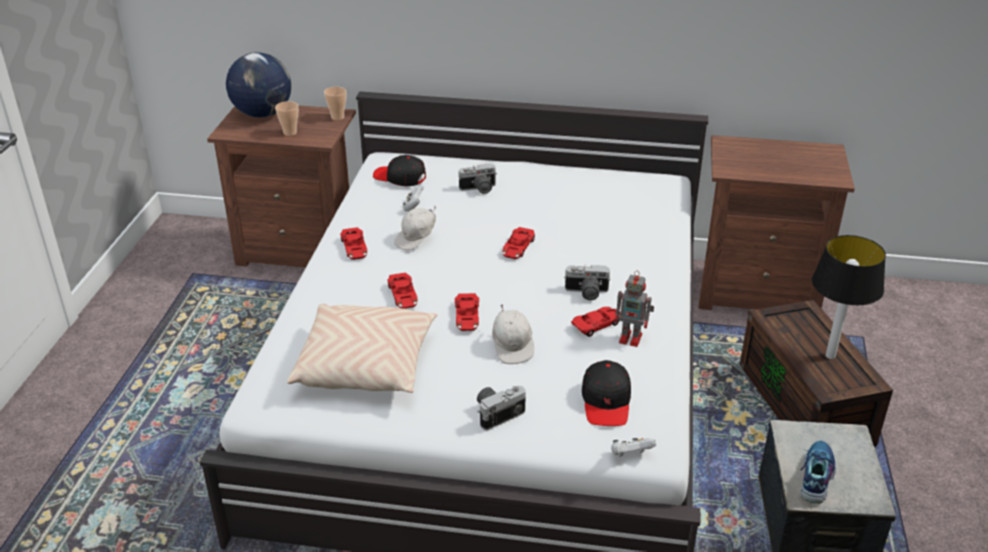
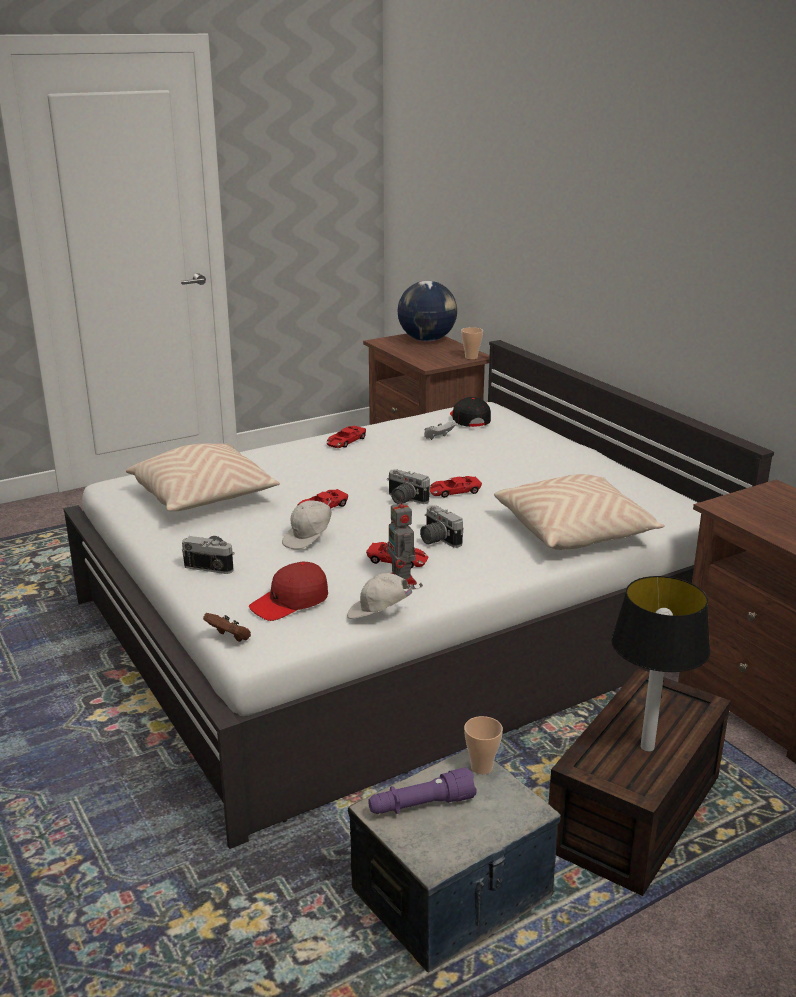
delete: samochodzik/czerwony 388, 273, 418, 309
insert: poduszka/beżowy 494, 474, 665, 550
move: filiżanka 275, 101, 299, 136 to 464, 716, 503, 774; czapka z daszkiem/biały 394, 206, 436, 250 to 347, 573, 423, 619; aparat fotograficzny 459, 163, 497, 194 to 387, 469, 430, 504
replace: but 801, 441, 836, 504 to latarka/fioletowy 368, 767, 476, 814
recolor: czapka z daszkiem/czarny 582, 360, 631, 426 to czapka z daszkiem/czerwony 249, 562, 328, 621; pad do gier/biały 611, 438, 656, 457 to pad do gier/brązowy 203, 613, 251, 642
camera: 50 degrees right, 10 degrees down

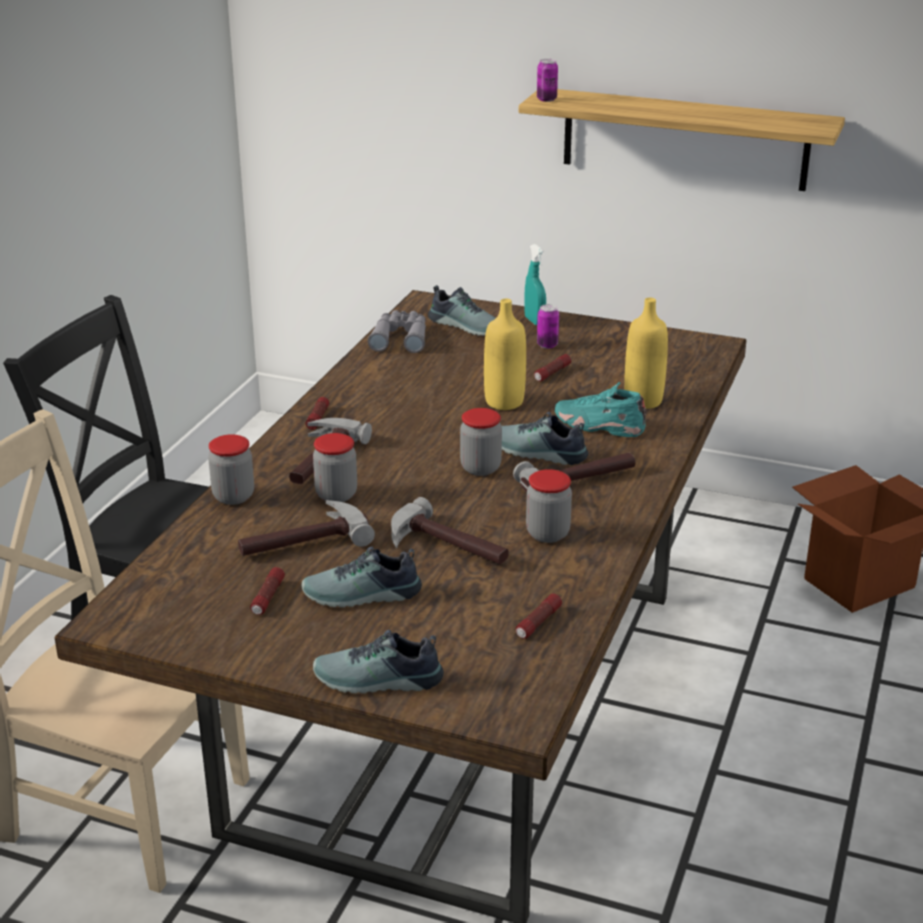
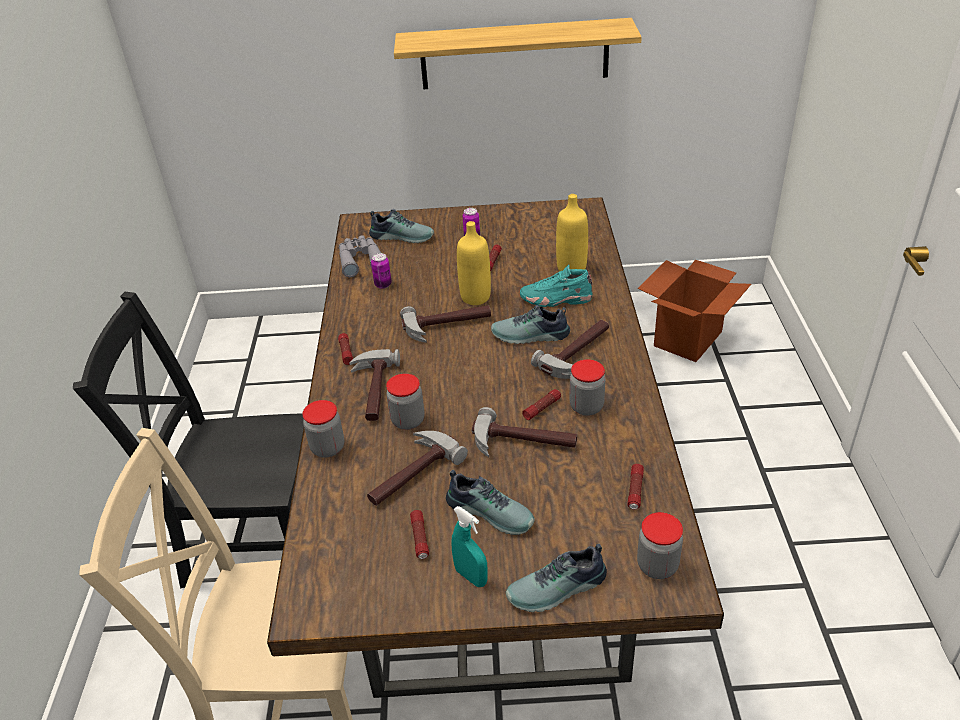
insert: młotek 400, 305, 491, 343; latarka 522, 389, 561, 420
move: słoik 460, 408, 502, 476 to 637, 512, 683, 579; spryskiwacz/turkusowy 524, 244, 546, 325 to 451, 506, 488, 587; puszka 537, 59, 558, 102 to 371, 253, 392, 289
rotate: but 302, 546, 422, 607 = 446, 470, 535, 535 120 degrees counterclockwise
camera: 20 degrees left, 10 degrees up

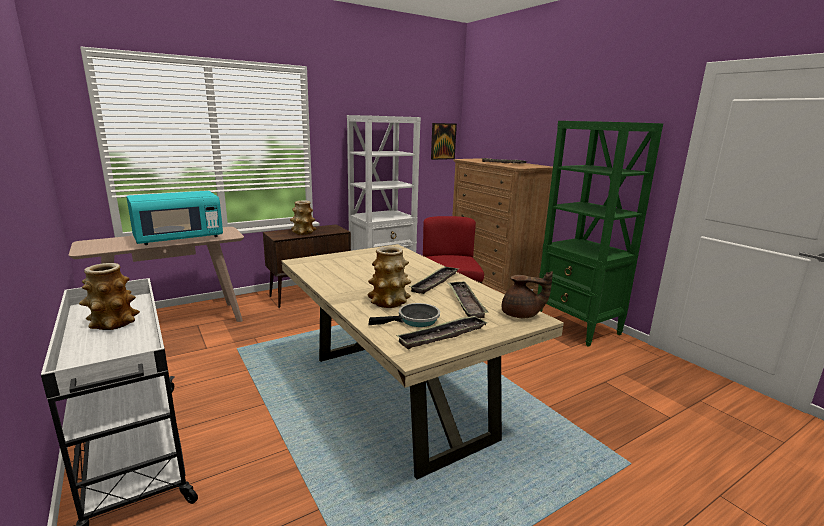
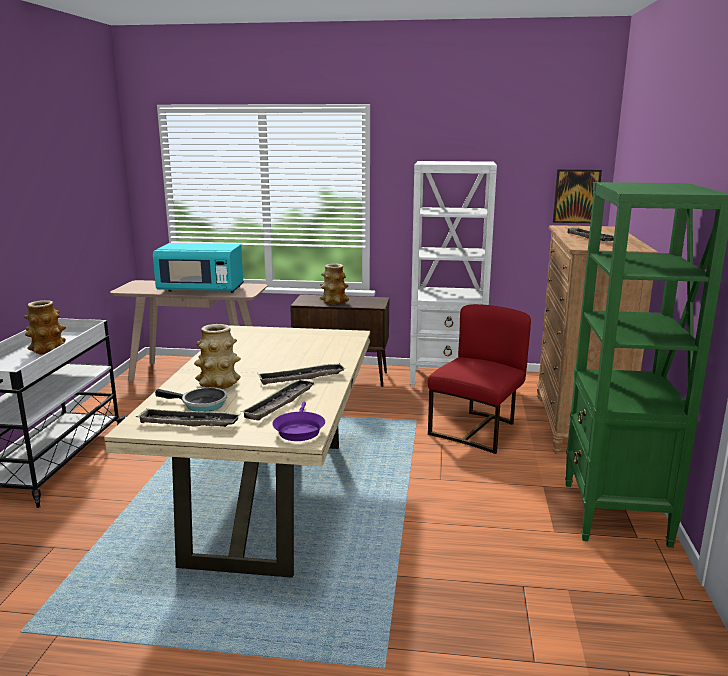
replace: imbryk/brązowy 502, 271, 553, 318 to patelnia/fioletowy 272, 402, 325, 441
camera: 40 degrees right, 0 degrees up

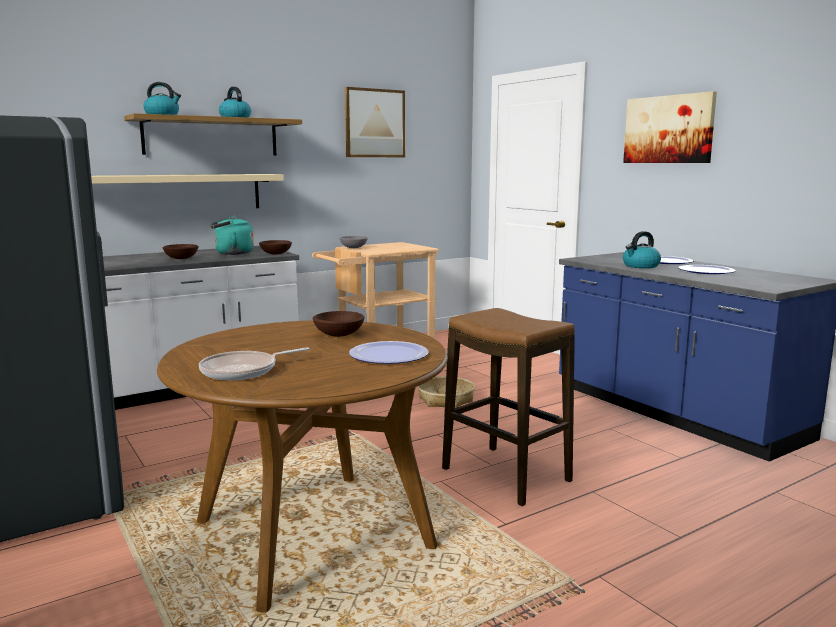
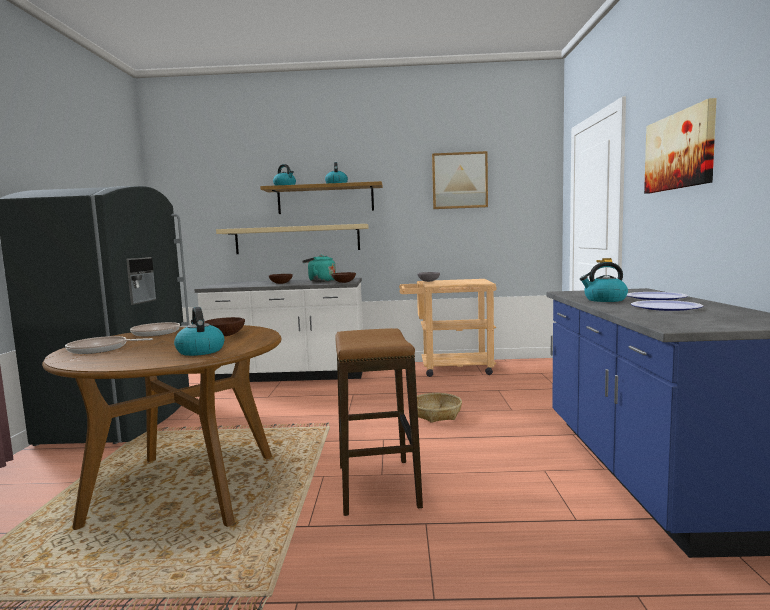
insert: patelnia 130, 322, 187, 336
replace: talerz 349, 341, 429, 364 to czajnik 174, 307, 224, 356
camera: 35 degrees right, 5 degrees down

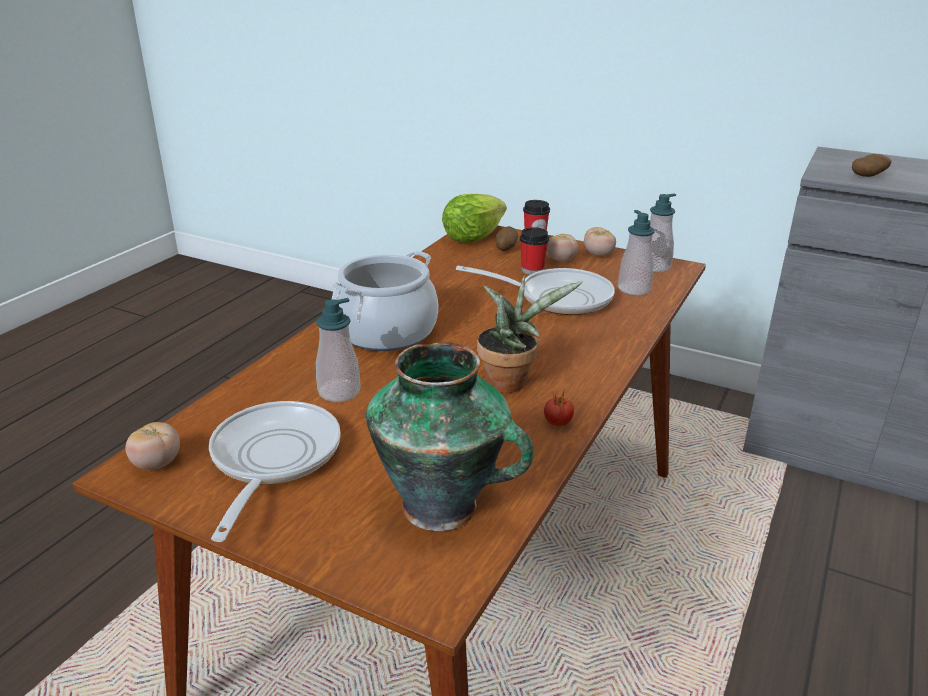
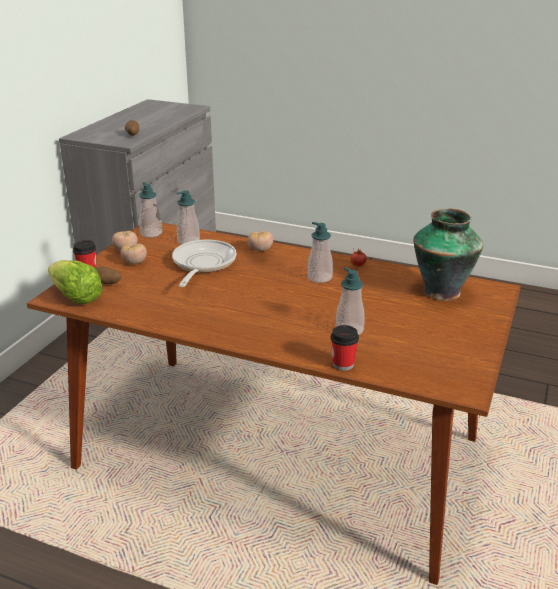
delete: patelnia 209, 401, 341, 542; garnek 332, 251, 438, 351
move: pomidor 125, 422, 180, 470 to 247, 231, 273, 251; filiżanka 520, 227, 549, 275 to 331, 325, 359, 371
replace: roślina doniczkowa 477, 275, 583, 393 to dozownik mydła 308, 222, 333, 283
camera: 95 degrees left, 0 degrees up

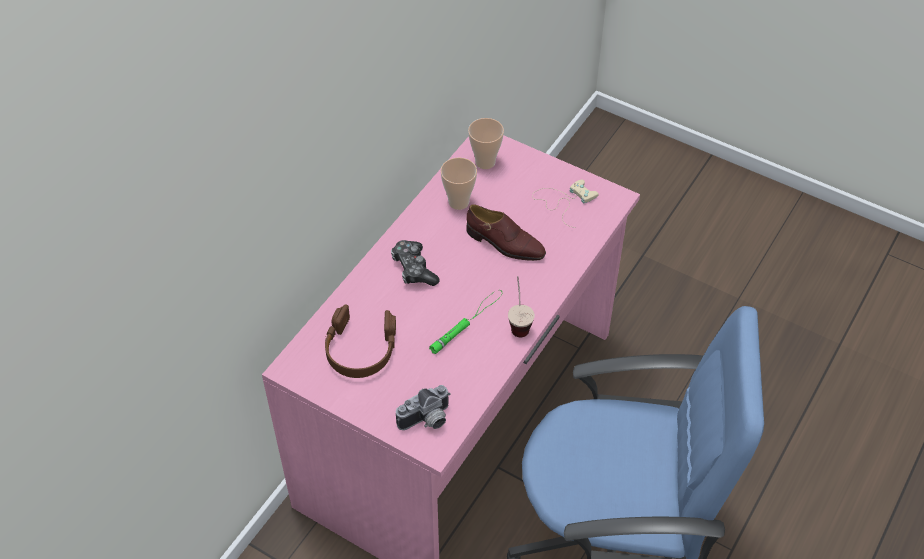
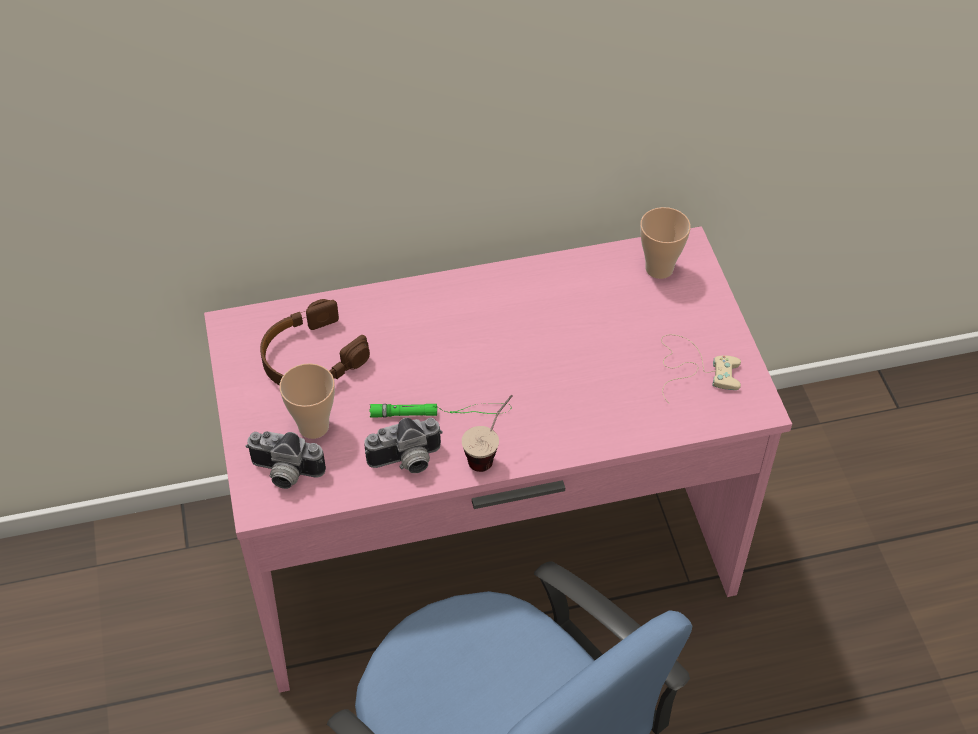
delete: pad do gier 391, 240, 440, 286; but/brązowy 466, 204, 546, 261
insert: aparat fotograficzny 364, 418, 443, 473
move: filiżanka 440, 157, 477, 210 to 279, 363, 335, 439
camera: 45 degrees right, 0 degrees up

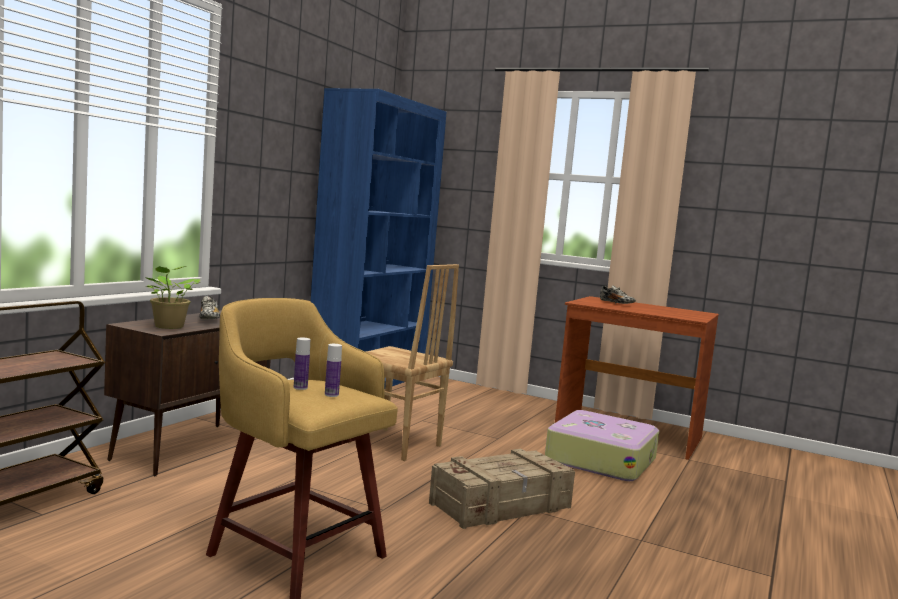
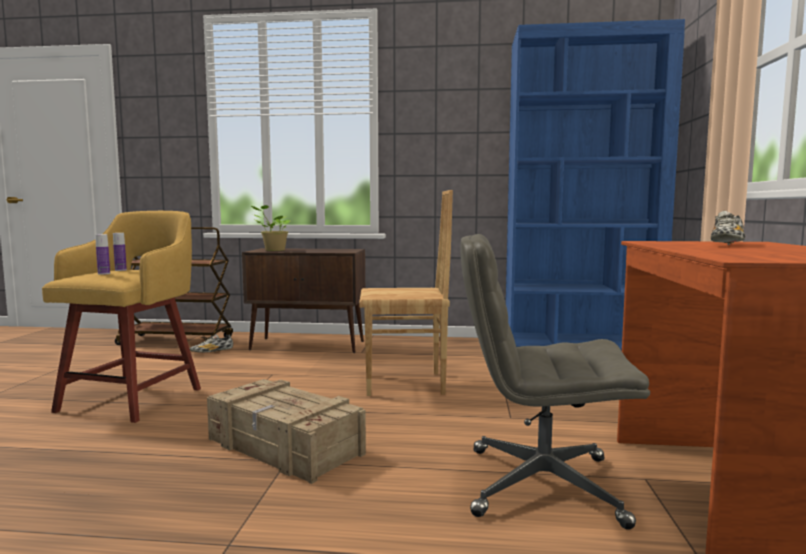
move: but 200, 296, 220, 319 to 190, 334, 233, 352
replace: walizka 545, 410, 659, 481 to krzesło biurowe/szary 461, 234, 650, 530
rotate: krzesło/brązowy 349, 264, 459, 461 = 359, 190, 453, 396 105 degrees counterclockwise
camera: 70 degrees right, 0 degrees up

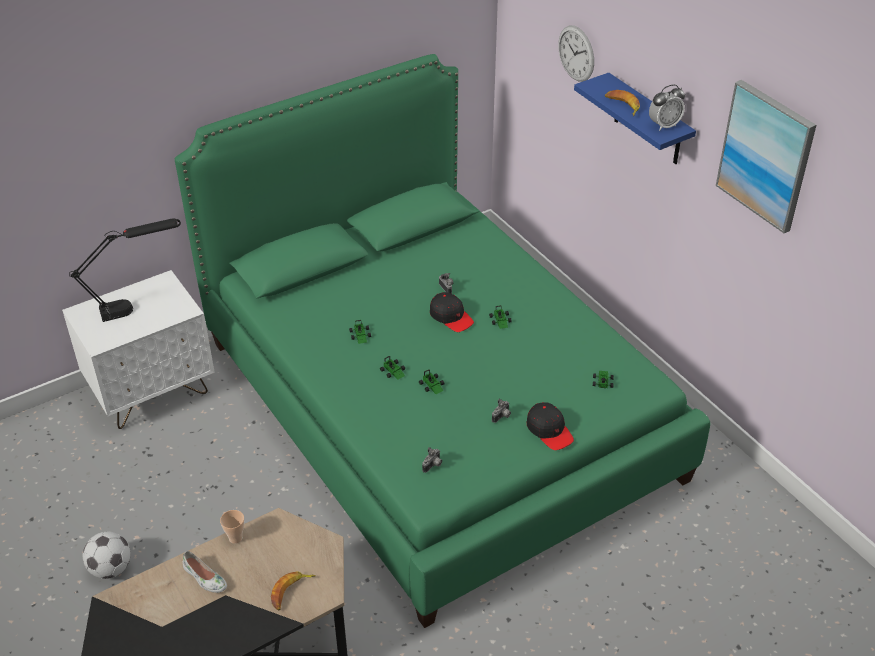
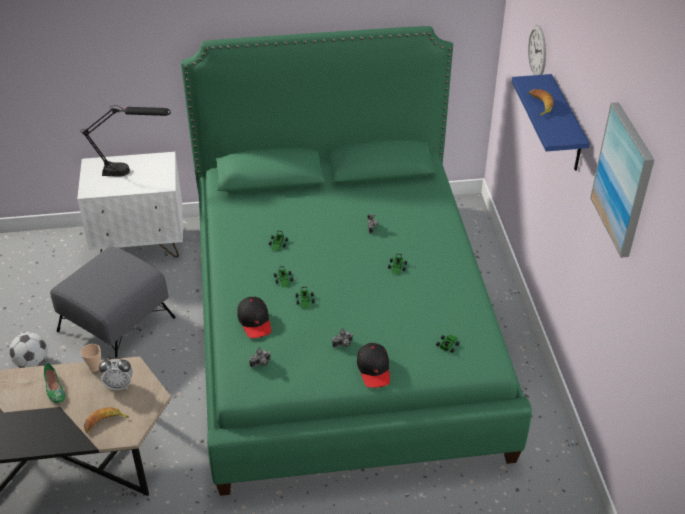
insert: pufa/szary 50, 246, 176, 359
move: czapka z daszkiem/czarny 430, 292, 474, 332 to 237, 297, 271, 338; budzik 649, 84, 685, 131 to 99, 357, 132, 390
recolor: but/biały 183, 551, 227, 593 to but/zielony 44, 363, 65, 403
camera: 25 degrees right, 0 degrees up

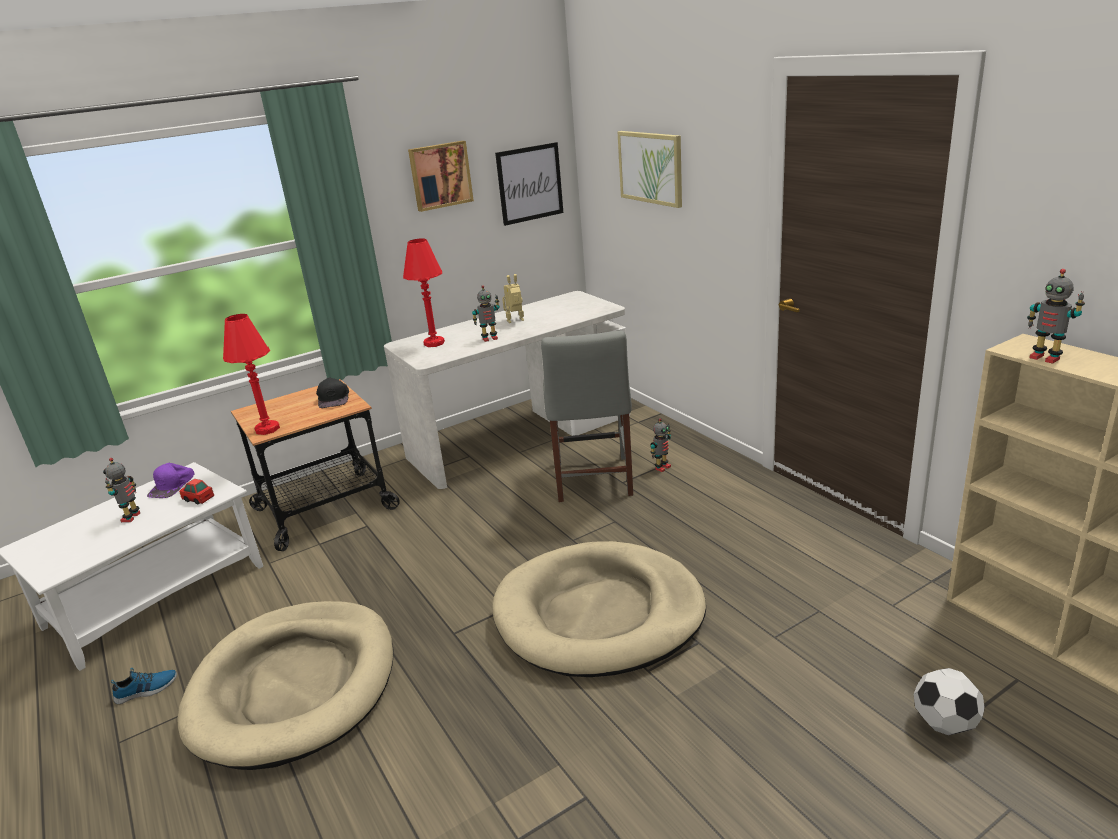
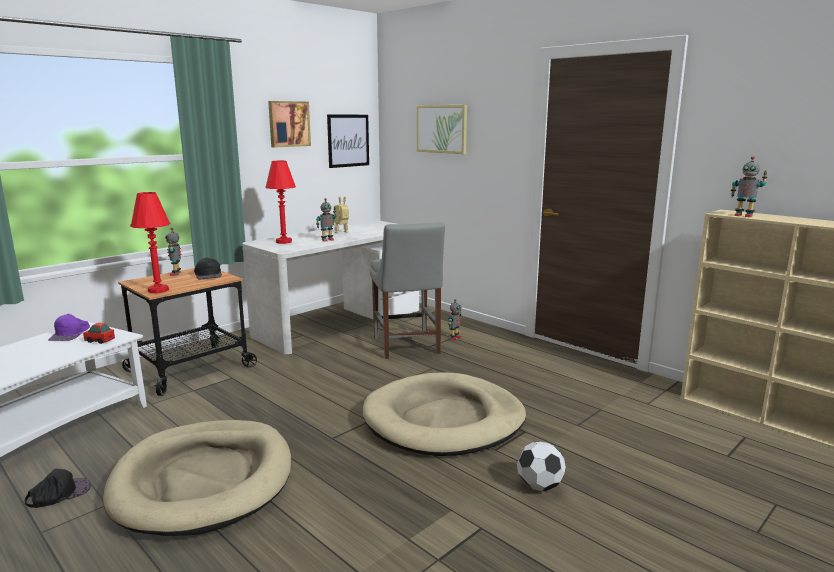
move: robot zabawkowy 103, 458, 140, 522 to 165, 228, 181, 276; piłka futbolowa 914, 668, 985, 735 to 517, 442, 566, 491
replace: but 111, 668, 177, 704 to czapka z daszkiem/czarny 25, 469, 91, 508
camera: 15 degrees left, 10 degrees down

